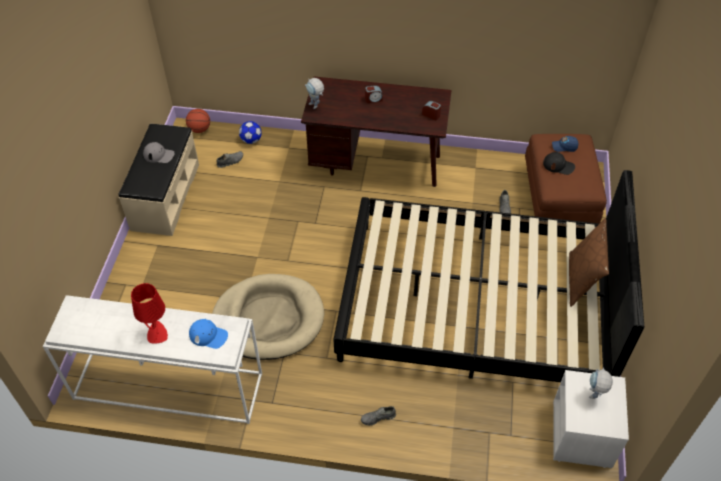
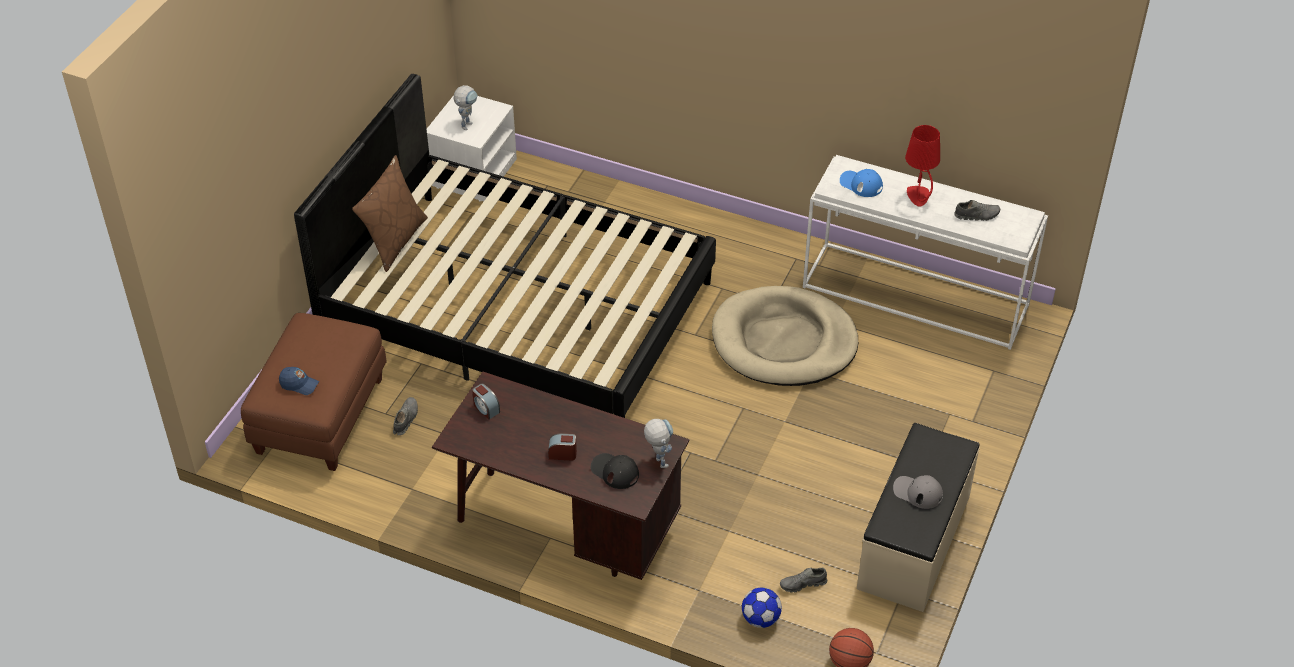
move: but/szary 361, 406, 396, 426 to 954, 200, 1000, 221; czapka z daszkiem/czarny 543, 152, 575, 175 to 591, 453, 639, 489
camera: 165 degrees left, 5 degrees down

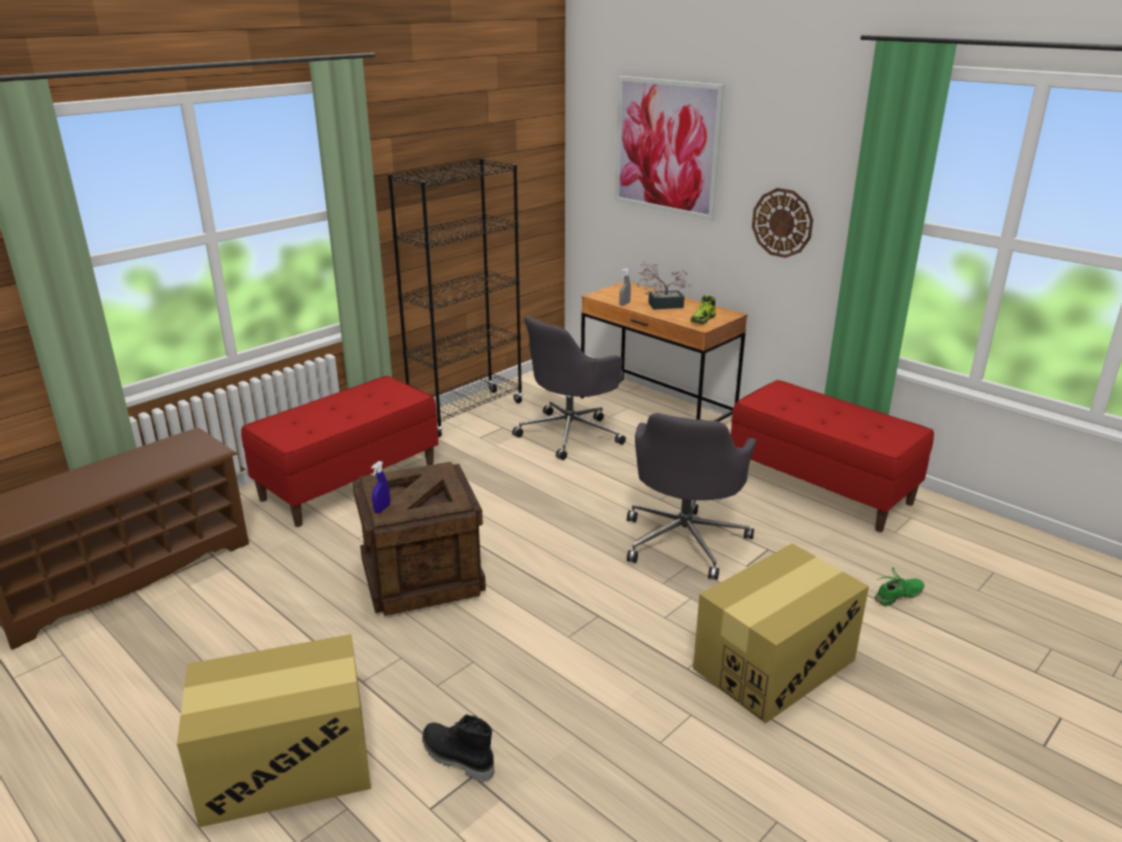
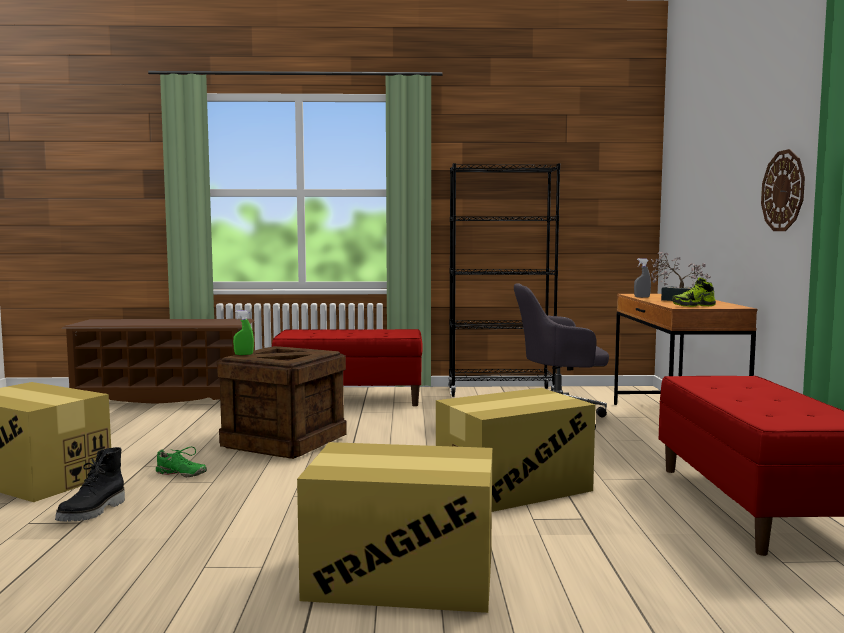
delete: obraz 615, 76, 724, 220
move: but/zielony 875, 567, 925, 606 to 156, 446, 207, 477
replace: krzesło biurowe/szary 627, 413, 757, 580 to karton 436, 388, 596, 512
recolor: spryskiwacz/niebieski 371, 461, 390, 514 to spryskiwacz/zielony 233, 310, 254, 355
rotate: but z cholewką/czarny 422, 714, 494, 782 = 55, 447, 125, 522 150 degrees counterclockwise
camera: 45 degrees right, 20 degrees down

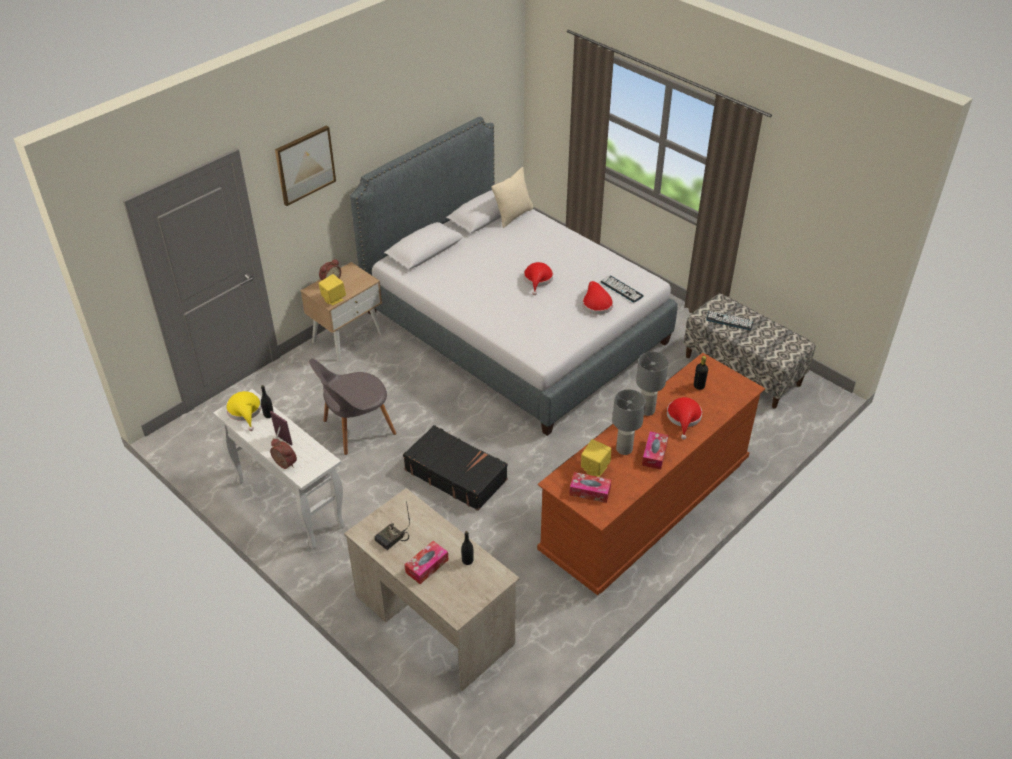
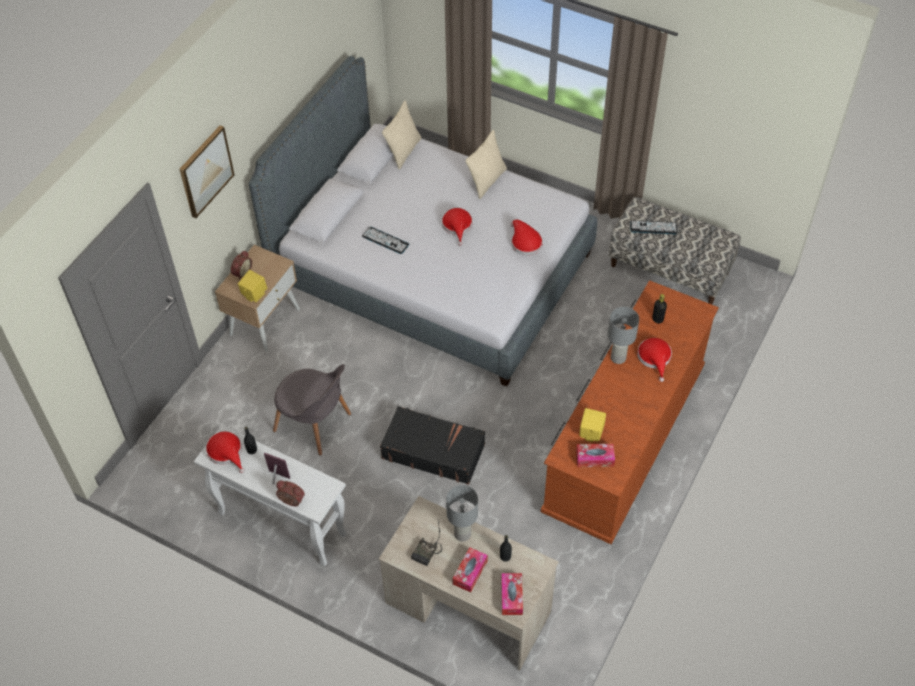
insert: poduszka/beżowy 465, 130, 507, 199
move: klawiatura 601, 276, 644, 303 to 362, 226, 409, 254; lampa stołowa/szary 612, 389, 646, 455 to 446, 485, 478, 541; pudełko chusteczek 642, 431, 669, 470 to 501, 573, 523, 615
recolor: kapelusz/żółty 226, 391, 261, 431 to kapelusz/czerwony 206, 432, 245, 473
rotate: krzesło/szary 309, 359, 397, 455 = 273, 364, 351, 455 105 degrees counterclockwise
camera: 15 degrees left, 10 degrees up

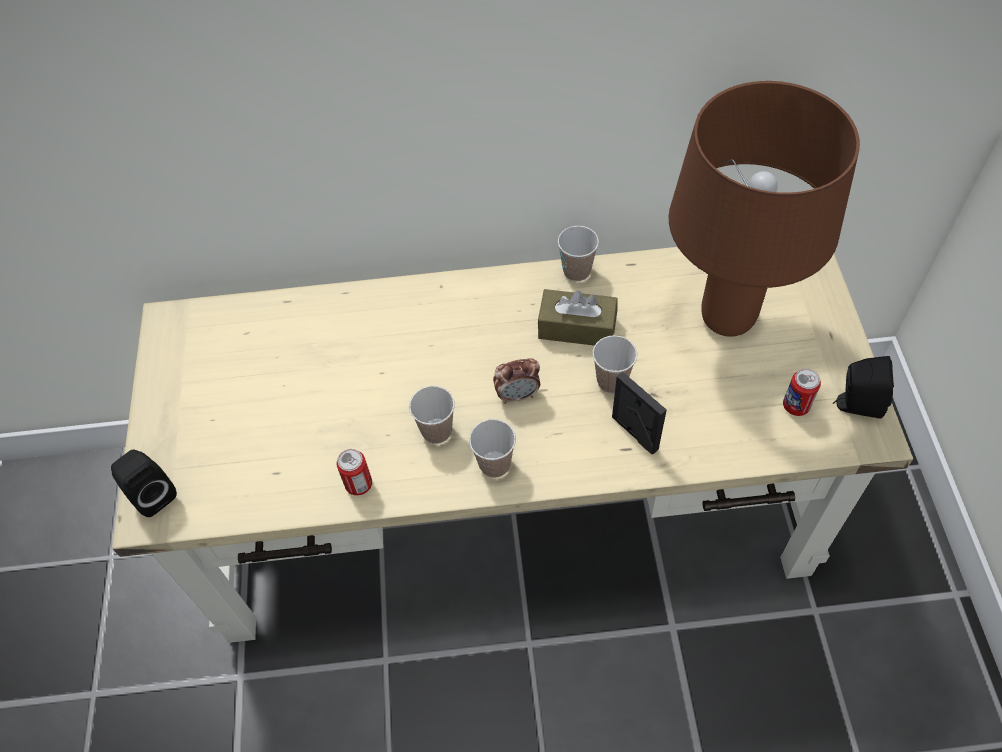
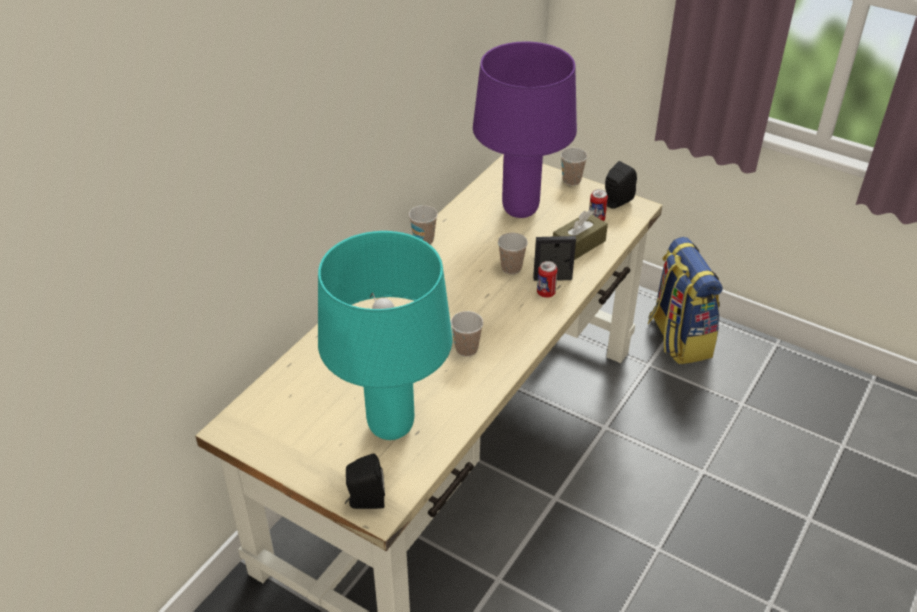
delete: budzik 493, 358, 540, 404
insert: lampa stołowa/turkusowy 318, 231, 453, 440; plecak 648, 237, 723, 365
move: puszka 337, 449, 372, 495 to 537, 261, 558, 298; filiżanka 469, 419, 516, 478 to 561, 148, 588, 186; pudełko chusteczek/brązowy 538, 289, 618, 346 to 553, 210, 608, 260
recolor: lampa stołowa/brązowy 669, 81, 860, 337 to lampa stołowa/fioletowy 473, 42, 577, 218
camera: 55 degrees left, 15 degrees down

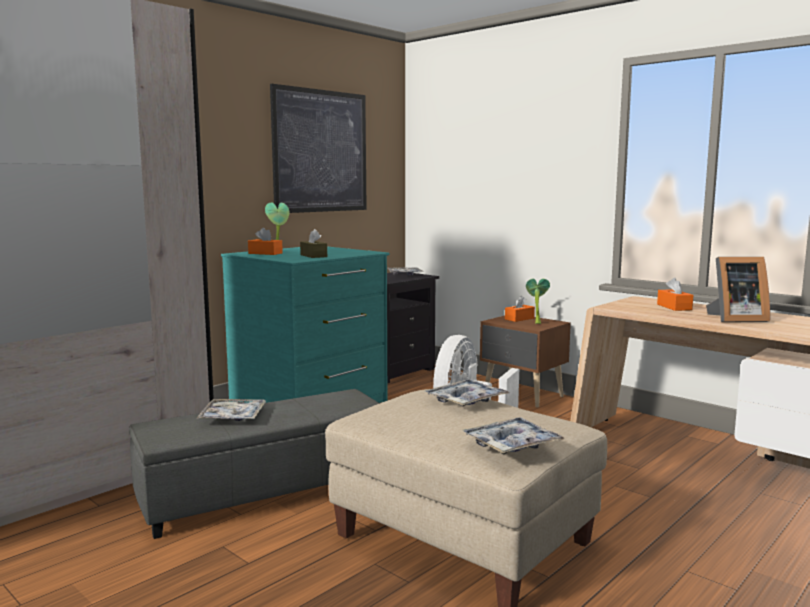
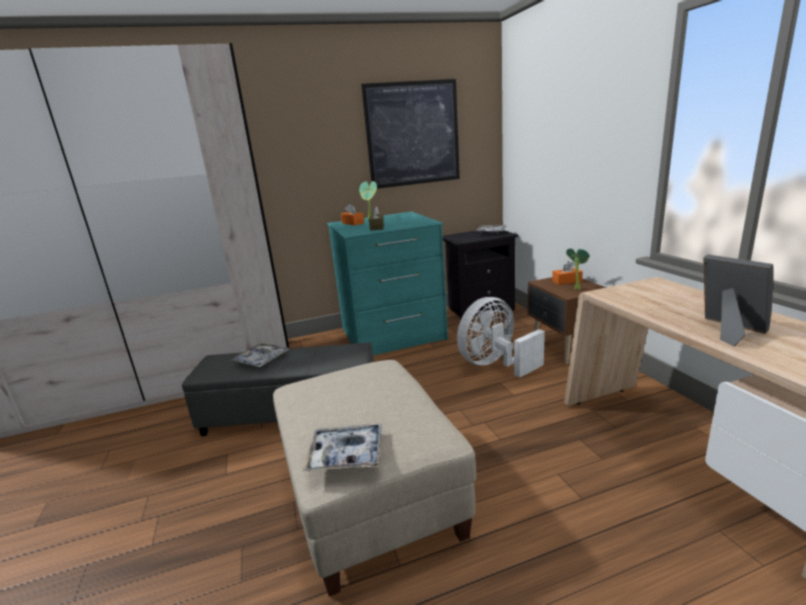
delete: taca 425, 379, 509, 406; pudełko chusteczek/pomarańczowy 657, 278, 693, 311
rotate: ramka na zdjęcie 706, 257, 770, 322 = 703, 254, 774, 347 150 degrees counterclockwise
camera: 30 degrees right, 10 degrees up

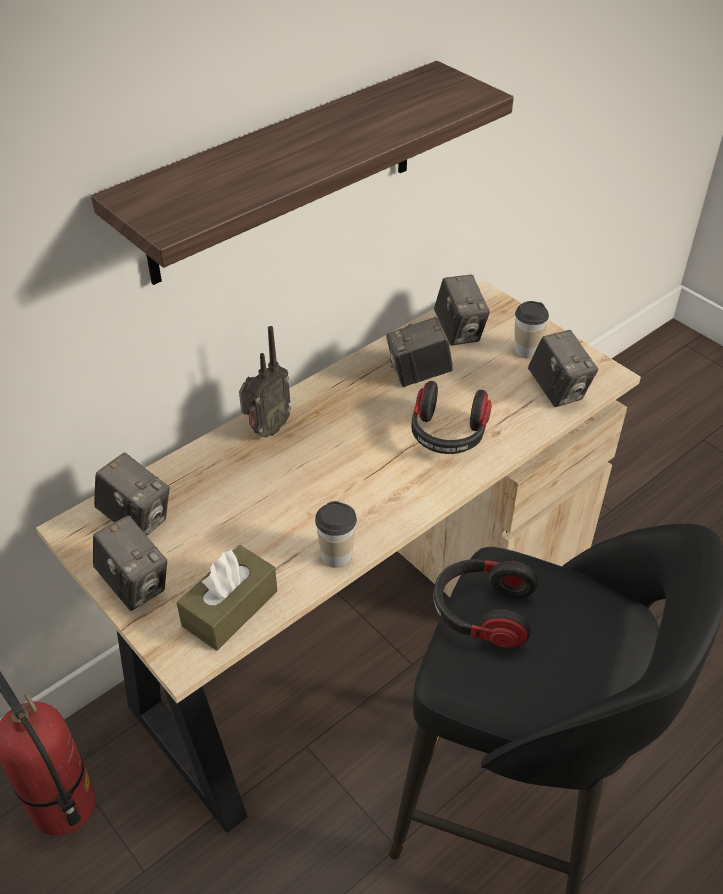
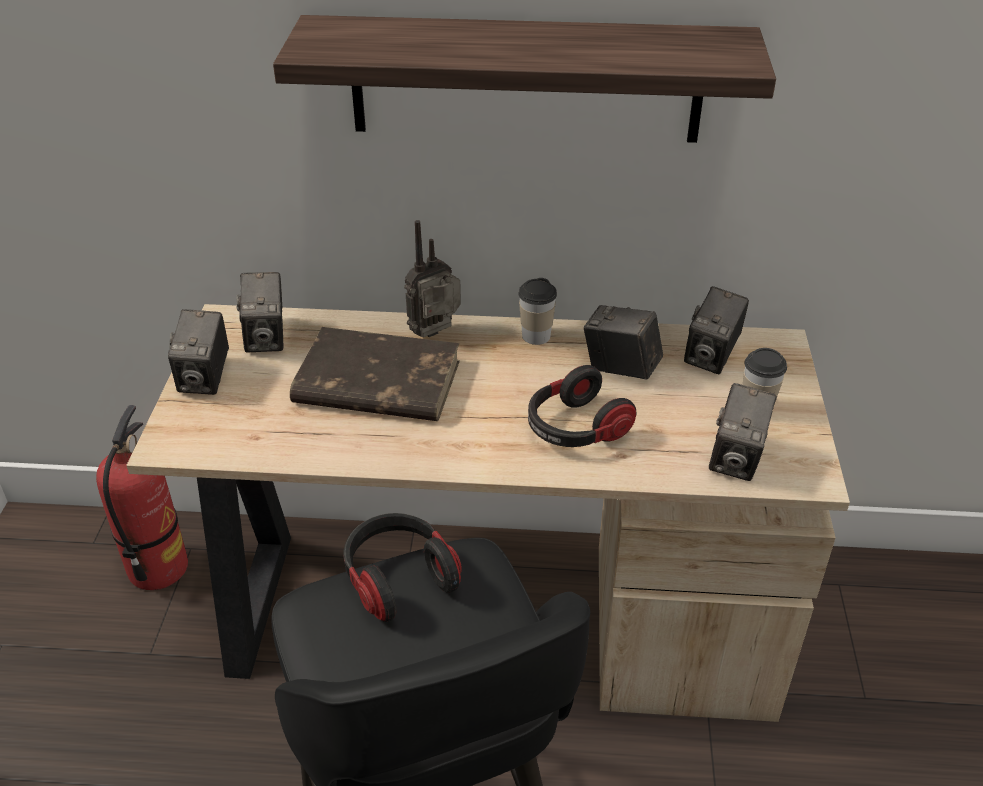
delete: pudełko chusteczek/brązowy 177, 545, 277, 651
insert: książka/brązowy 290, 327, 460, 421
move: filiżanka 315, 501, 357, 568 to 518, 278, 557, 345
rotate: radio 239, 326, 291, 437 = 404, 220, 461, 337 150 degrees clockwise
camera: 45 degrees right, 5 degrees down

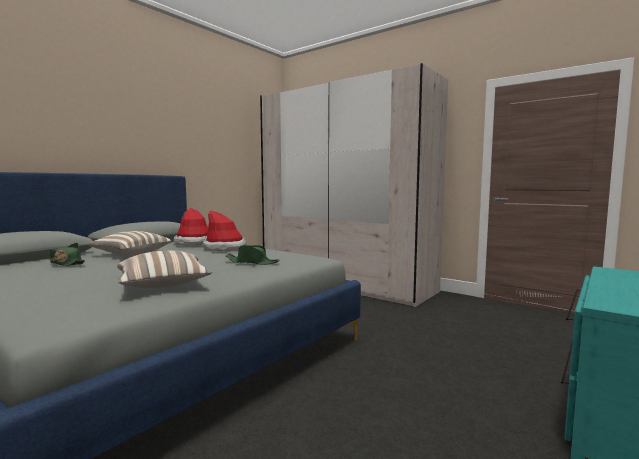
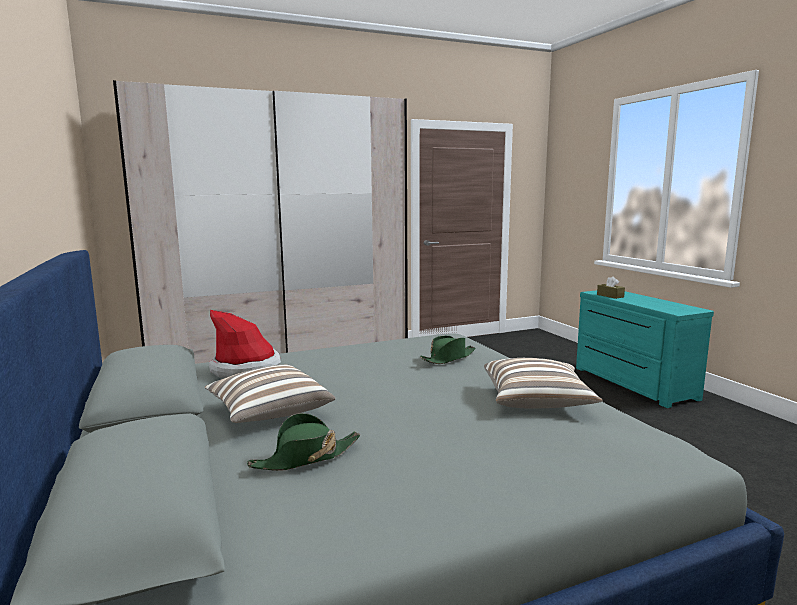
delete: kapelusz 203, 210, 247, 252
insert: pudełko chusteczek/brązowy 597, 276, 625, 299
camera: 60 degrees left, 5 degrees up

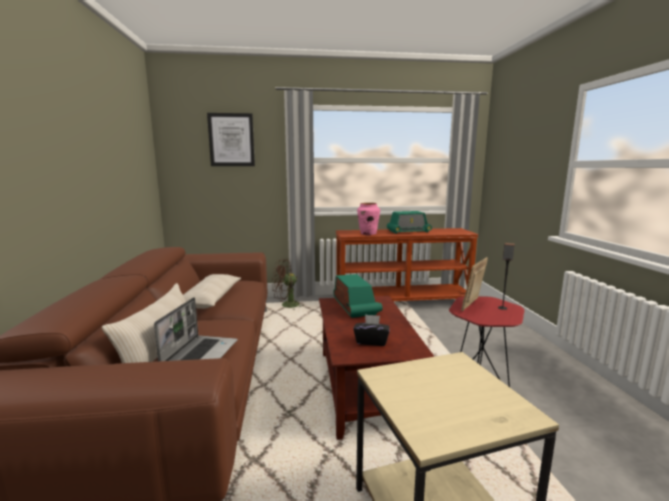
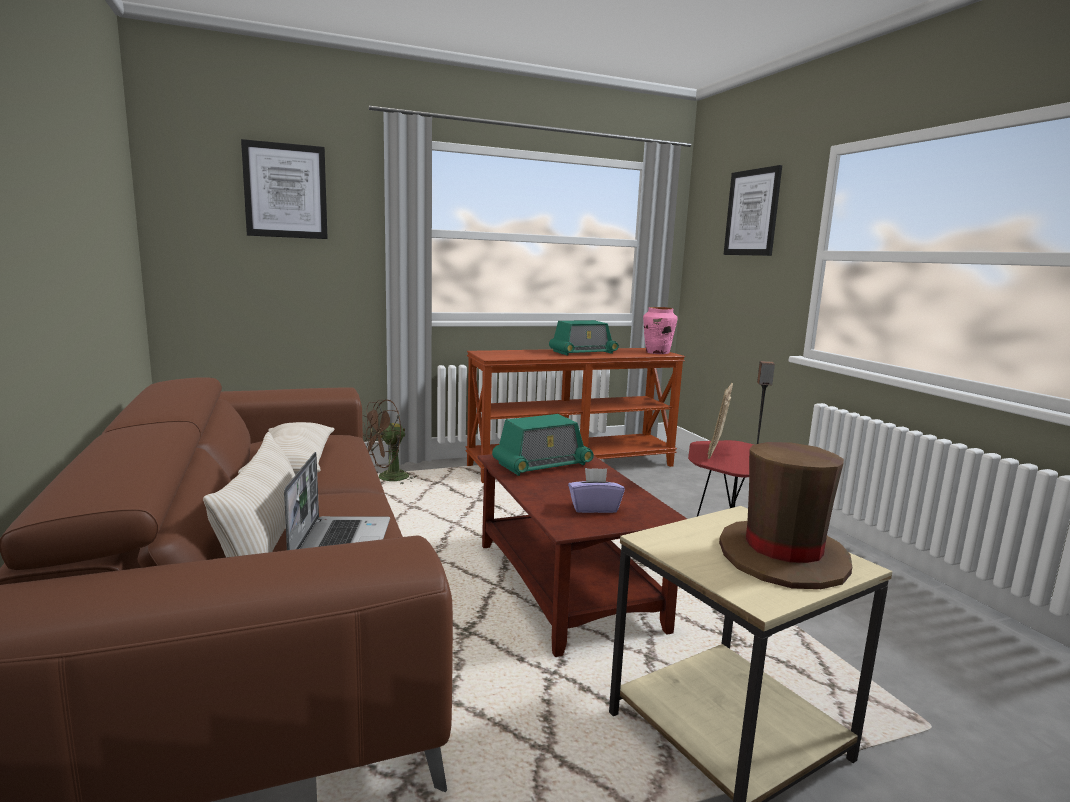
insert: kapelusz/brązowy 719, 442, 852, 589; obraz 724, 165, 782, 256
move: wazon/różowy 357, 203, 380, 235 to 643, 307, 678, 354
recolor: pudełko chusteczek/czarny 353, 314, 389, 346 to pudełko chusteczek/fioletowy 568, 468, 625, 513
rotate: radio 333, 274, 382, 318 = 492, 414, 594, 476 90 degrees clockwise
camera: 15 degrees left, 0 degrees up

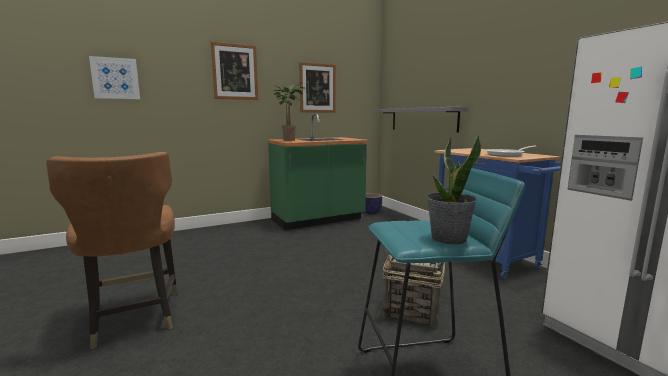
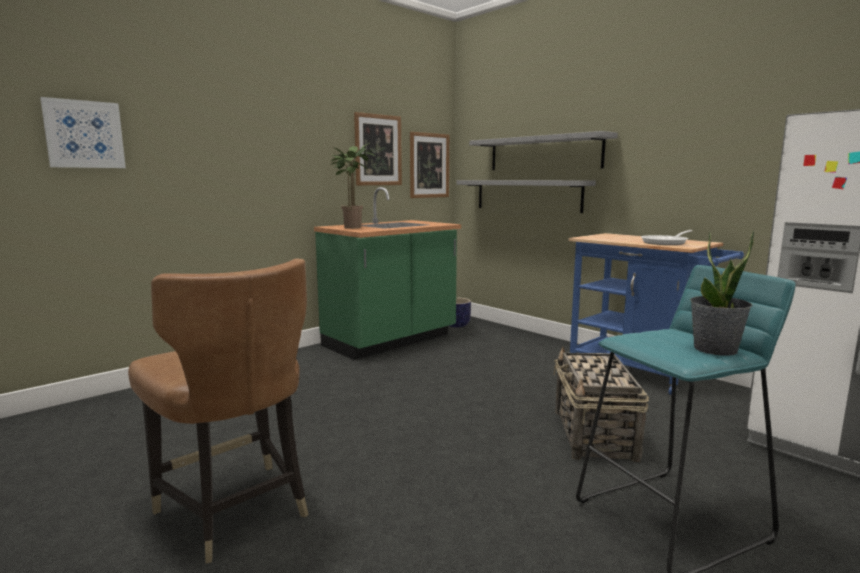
insert: półka/szary 469, 131, 618, 170
move: obraz 211, 42, 258, 100 to 410, 132, 449, 198
camera: 15 degrees left, 0 degrees up

